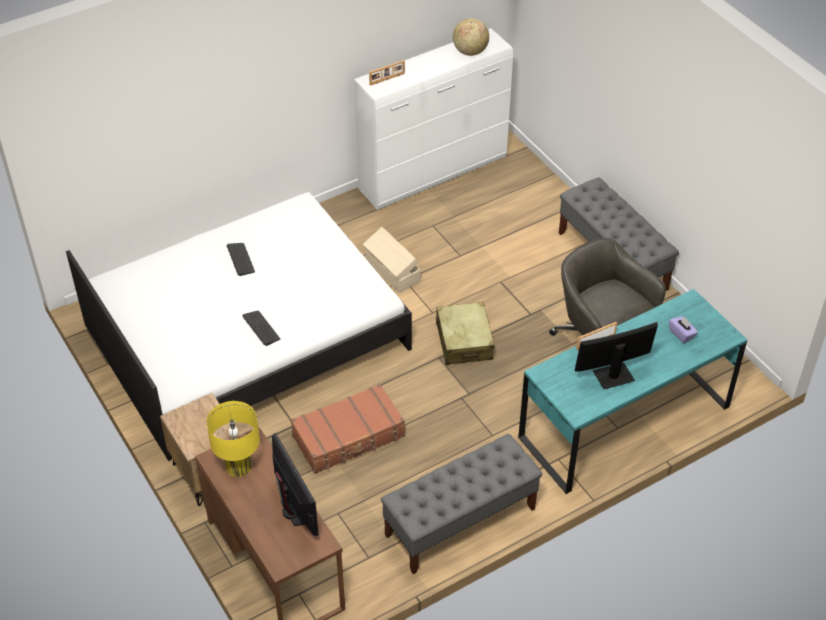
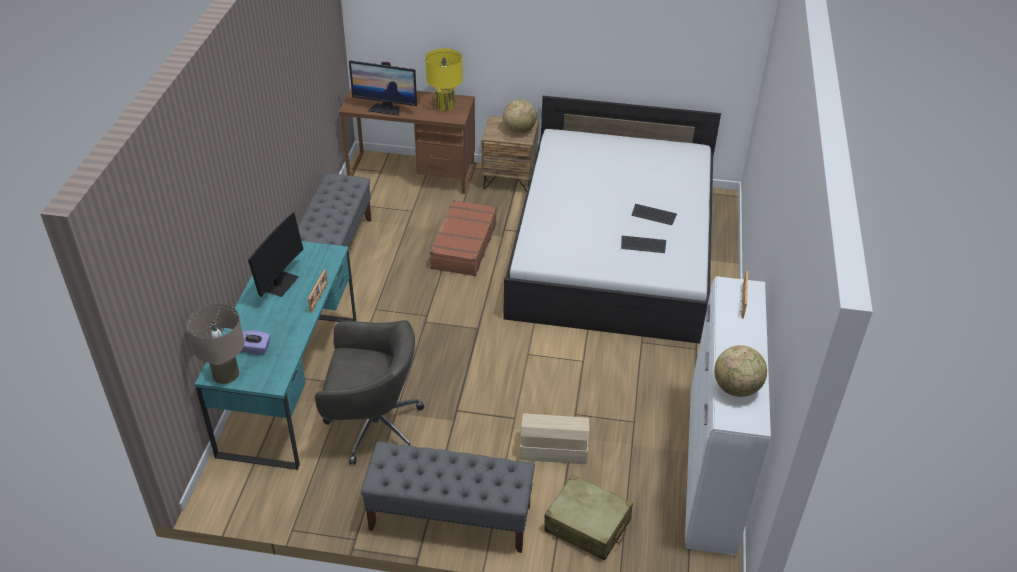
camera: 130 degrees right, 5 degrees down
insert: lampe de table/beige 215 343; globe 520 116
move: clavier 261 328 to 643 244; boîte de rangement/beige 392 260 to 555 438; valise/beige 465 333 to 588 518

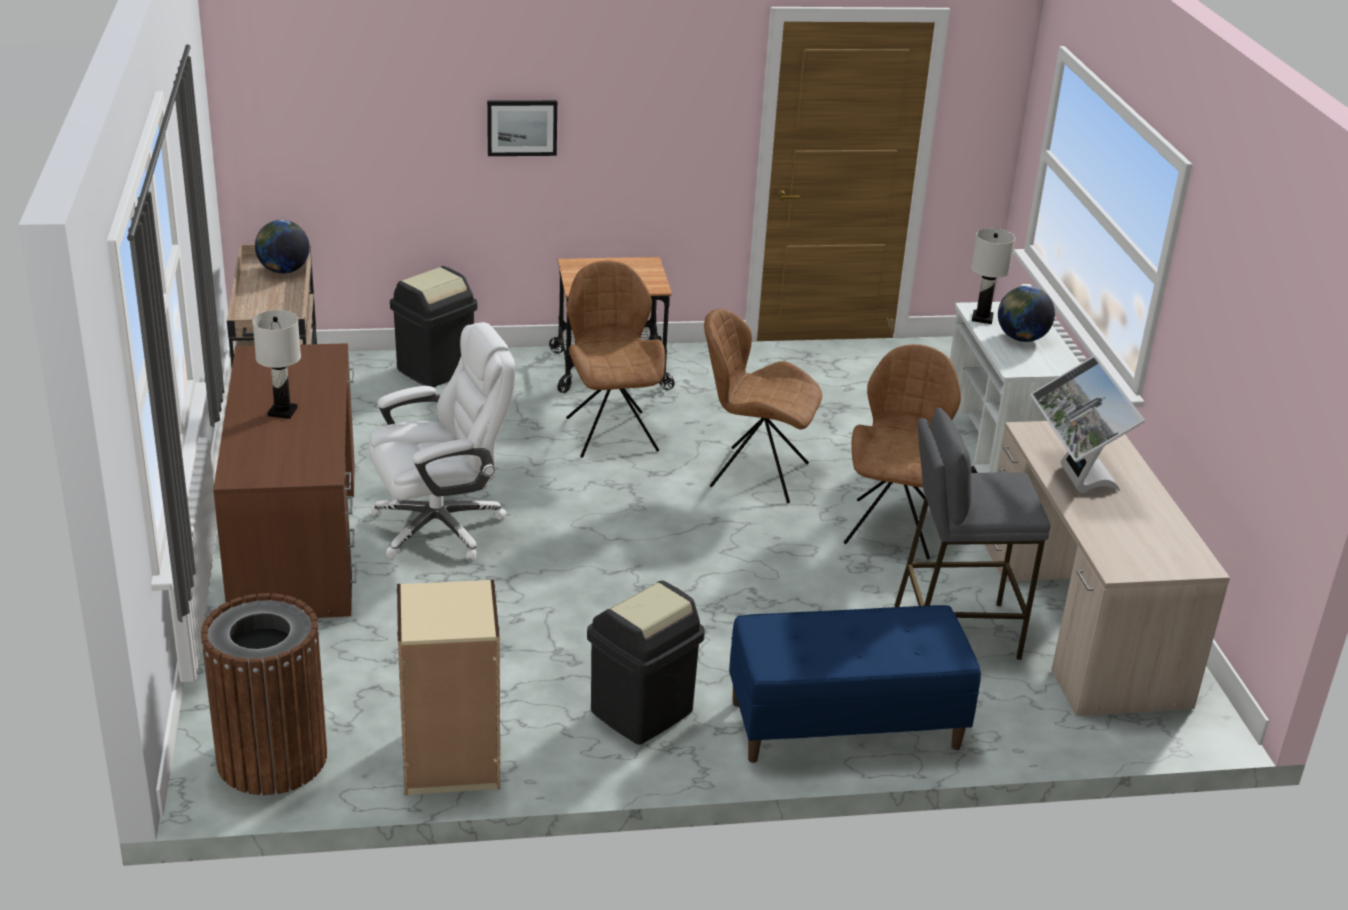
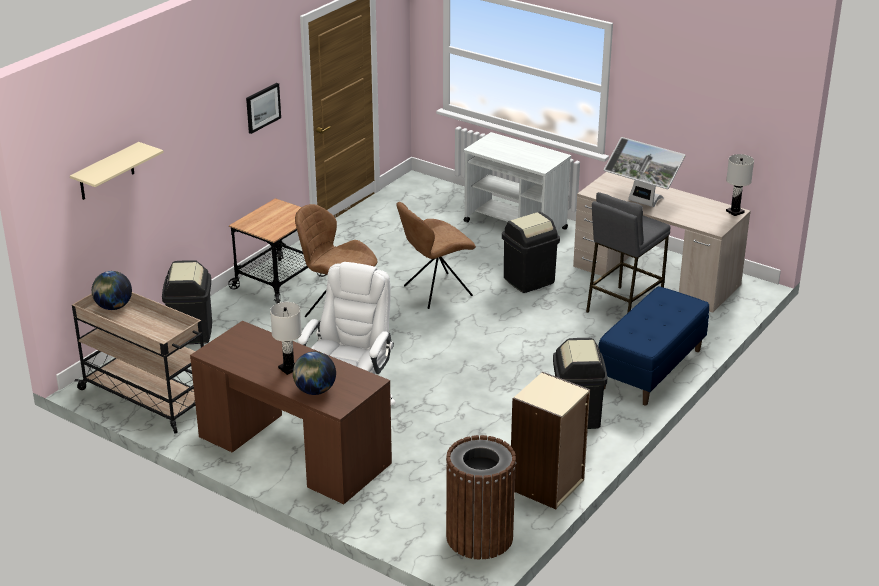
camera: 45 degrees left, 0 degrees up
insert: étagère/beige 117 171
move: tableau 522 128 to 263 108; lampe de table/blanc 993 276 to 740 185; globe 1026 314 to 314 373
replace: chaise/marron 902 451 to poubelle/noir 531 252

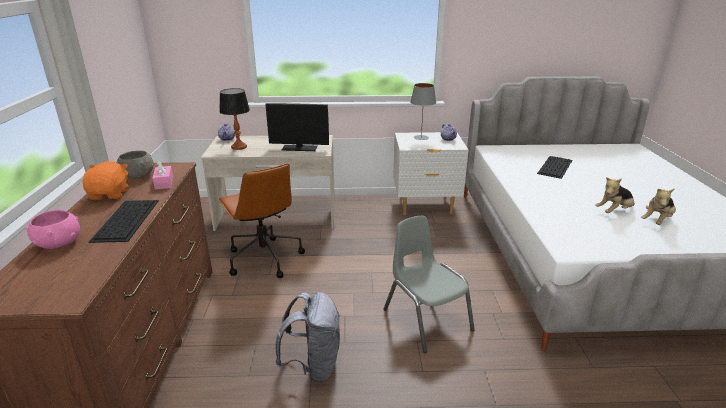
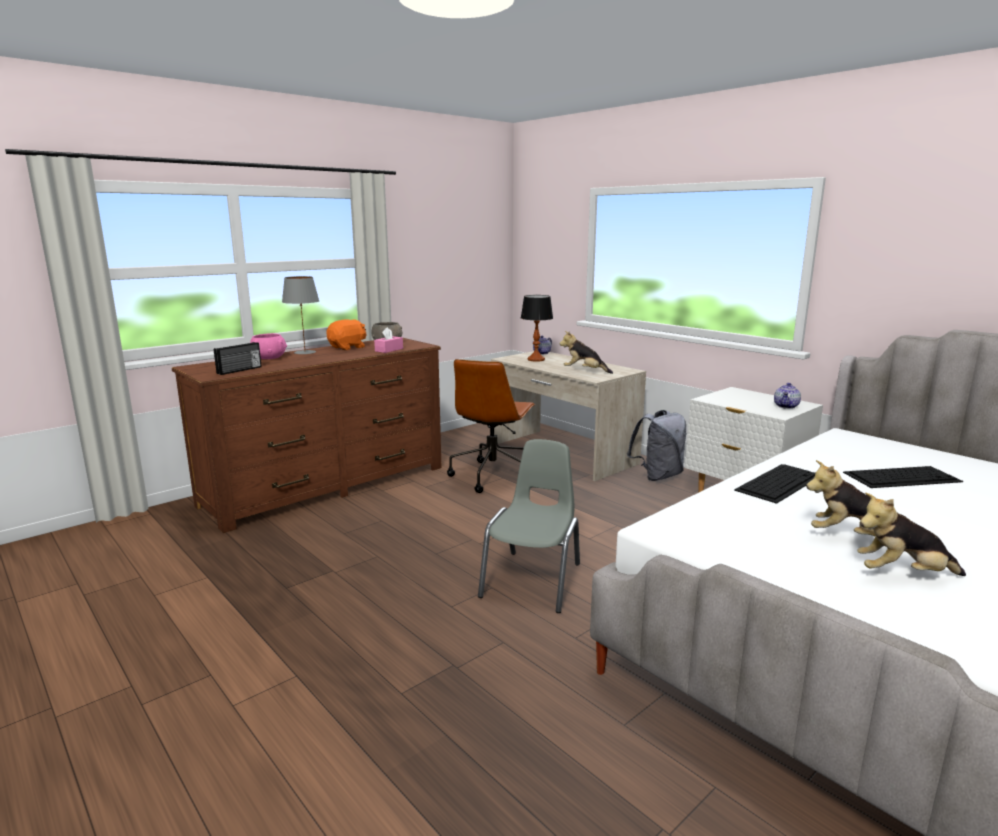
camera: 50 degrees right, 10 degrees down
insert: radio 238 358
move: clavier 124 221 to 774 484; sac à dos/gris 307 337 to 656 445; lampe de table/gris 423 111 to 300 315
replace: écran d'ordinateur 297 127 to peluche 586 352

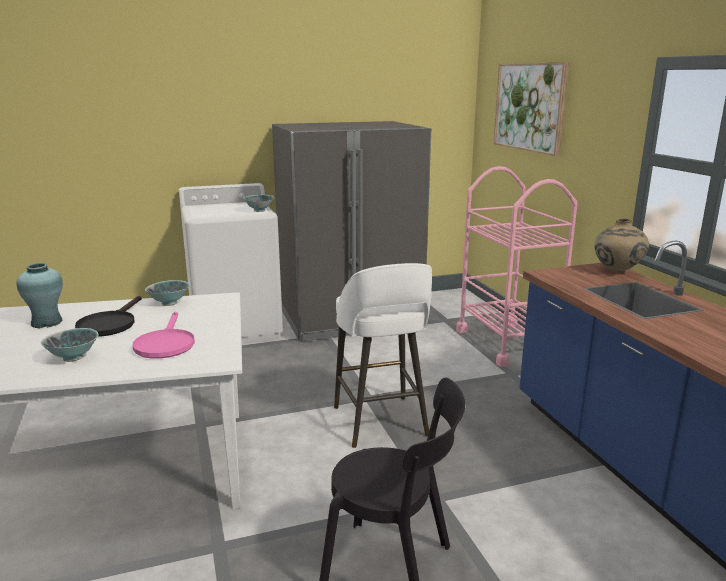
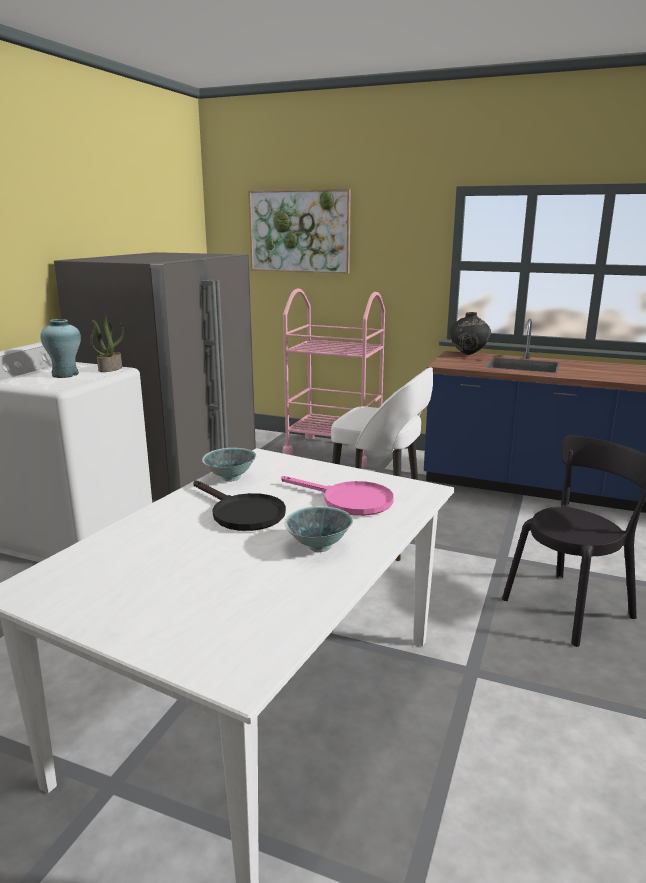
camera: 50 degrees left, 0 degrees up
move: vase/turquoise 39 295 to 60 348
replace: bol 258 203 to plante en pot 107 344
recolor: vase/beige 621 245 to vase/noir 470 333

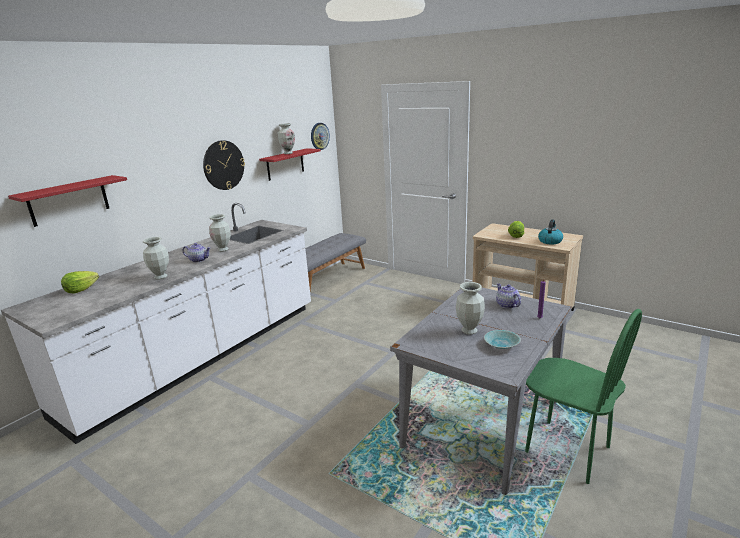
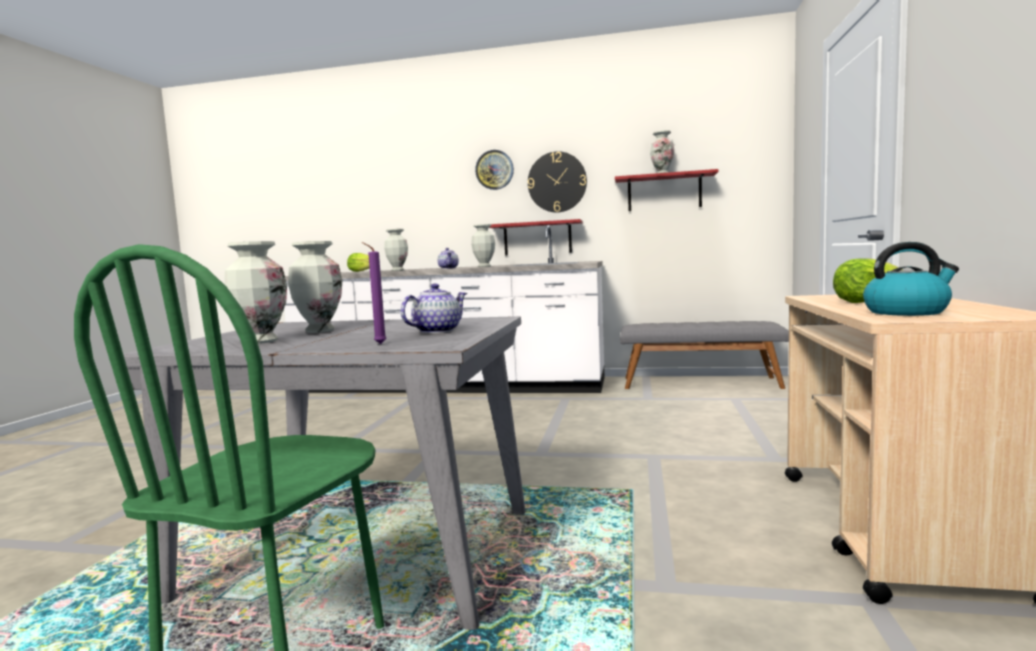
camera: 65 degrees right, 15 degrees down
move: étagère/rouge 67 201 to 536 237; horloge murale 320 136 to 494 170
replace: bol/turquoise 502 339 to vase 255 292

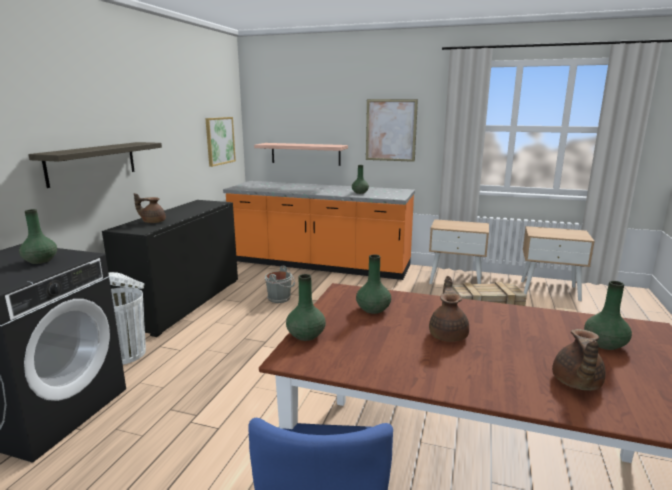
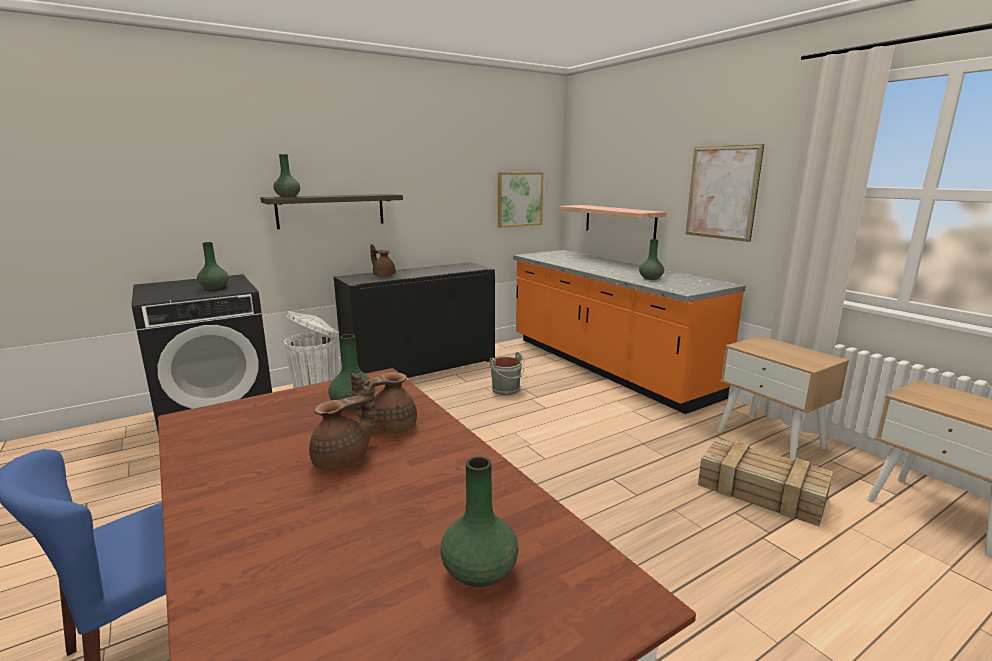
camera: 40 degrees right, 0 degrees up
move: vase/vert 306 307 to 286 175; théière/marron 579 360 to 384 403

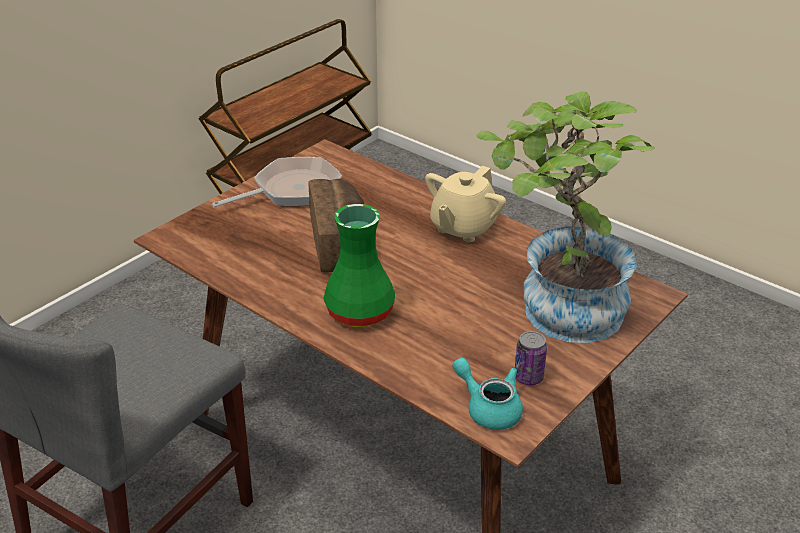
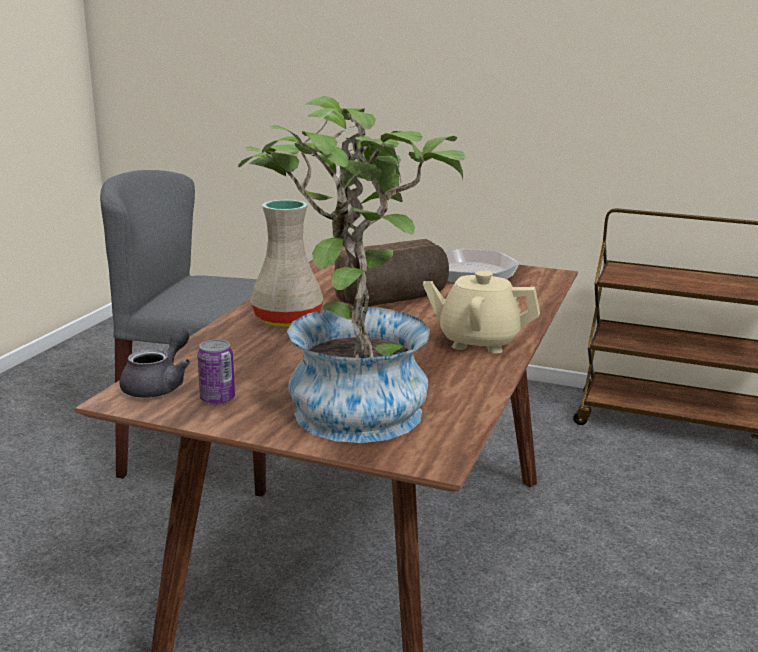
camera: 70 degrees right, 15 degrees down
recolor: vase/vert 359 265 to vase/beige 287 263; théière/turquoise 487 394 to théière/gris 155 363

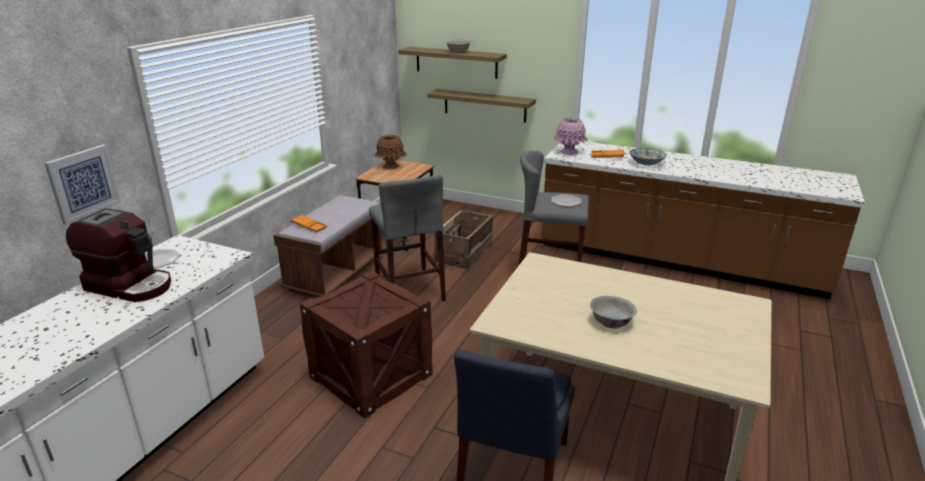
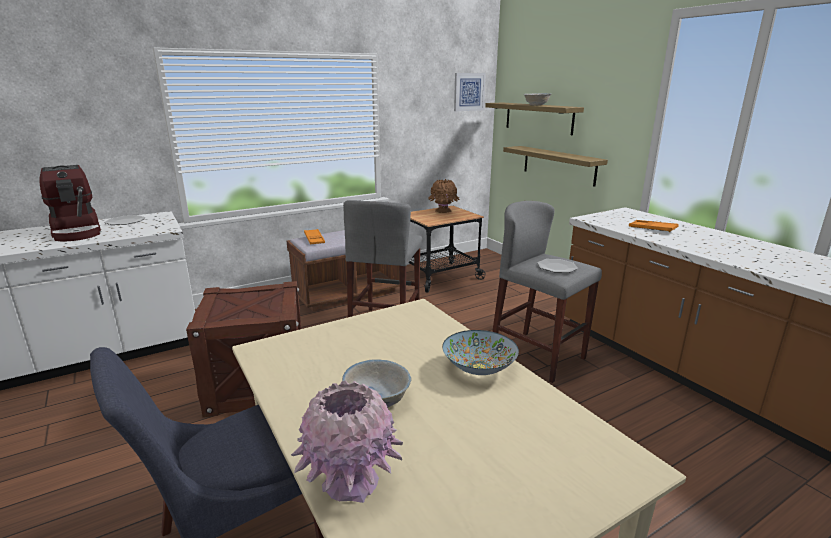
camera: 35 degrees right, 5 degrees down
delete: caisse 463 239
move: tableau 82 185 to 470 92; vase/rose 570 136 to 347 442; bol 648 157 to 480 352

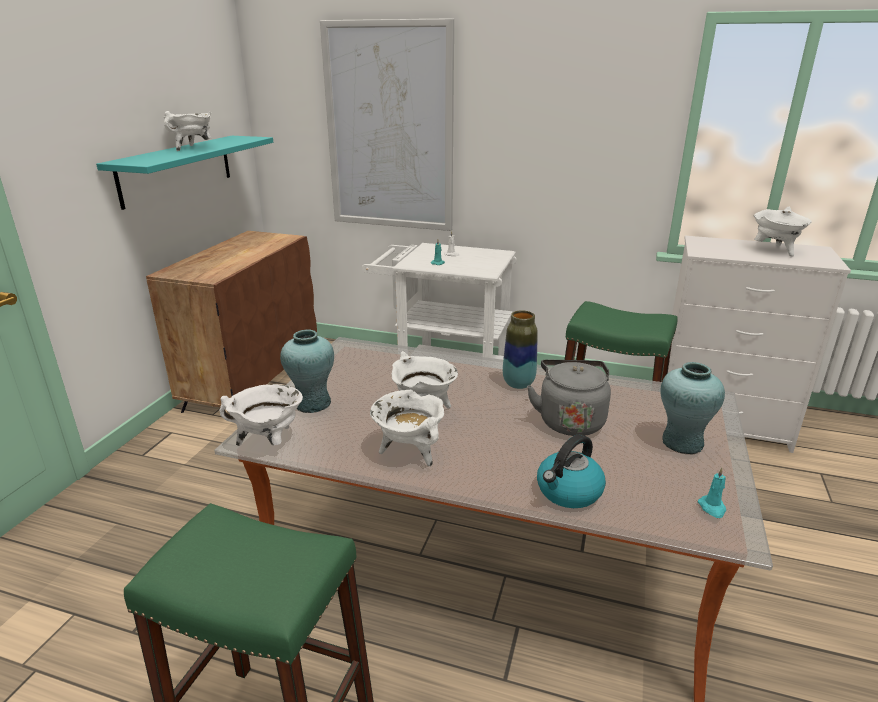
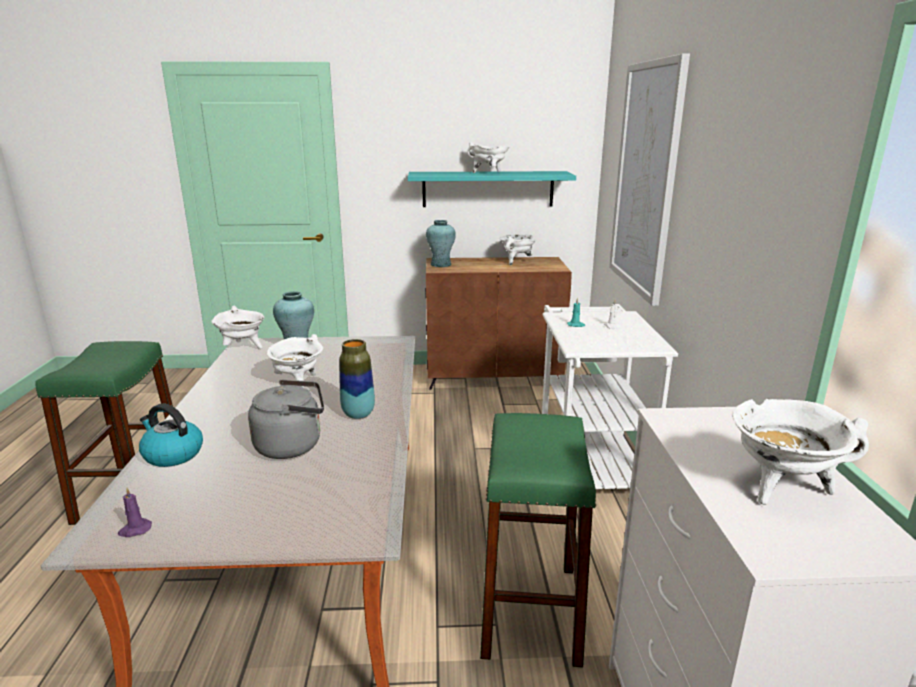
camera: 70 degrees right, 5 degrees down
move: marmite/blanc 407 428 to 518 250; vase/turquoise 692 408 to 441 243
recolor: bougie/turquoise 712 493 to bougie/violet 135 512

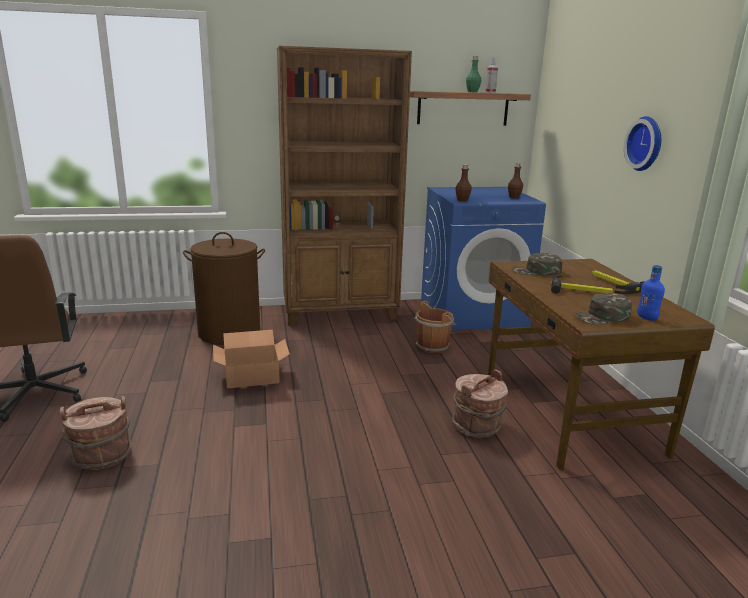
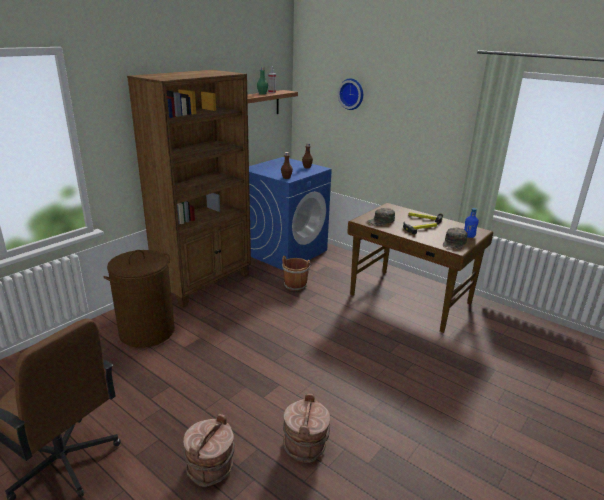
camera: 40 degrees left, 5 degrees up
delete: carton 251 359
move: seau/marron 480 403 to 306 428; horloge murale 642 143 to 350 94

